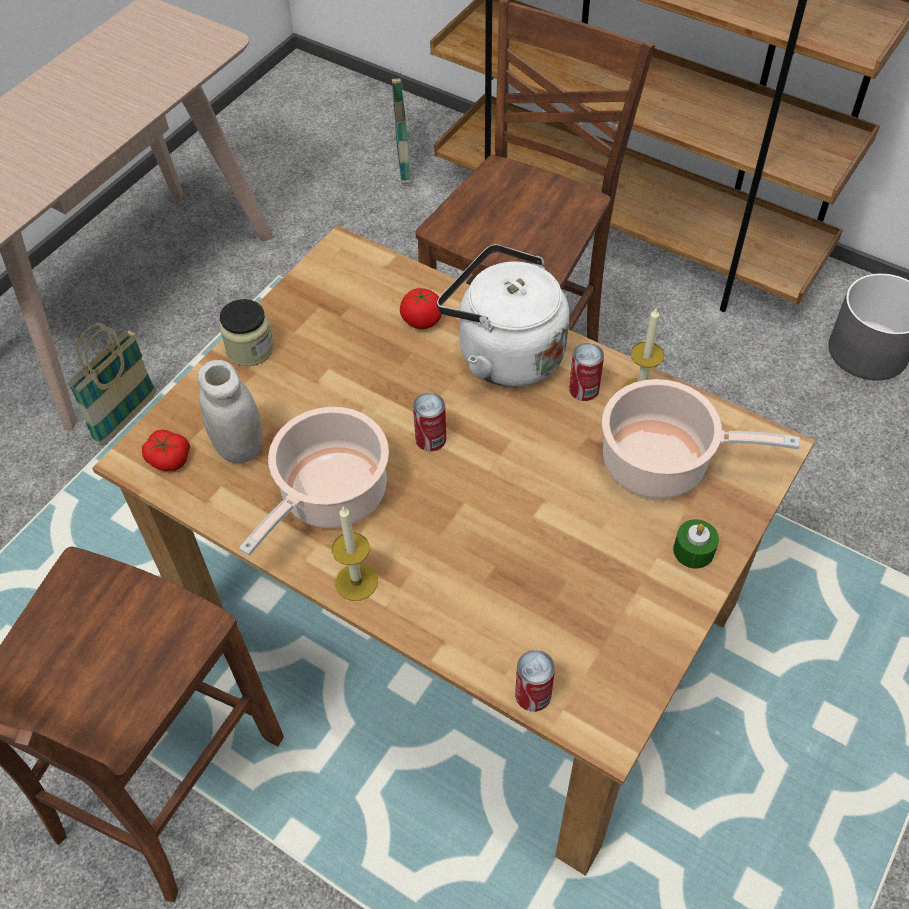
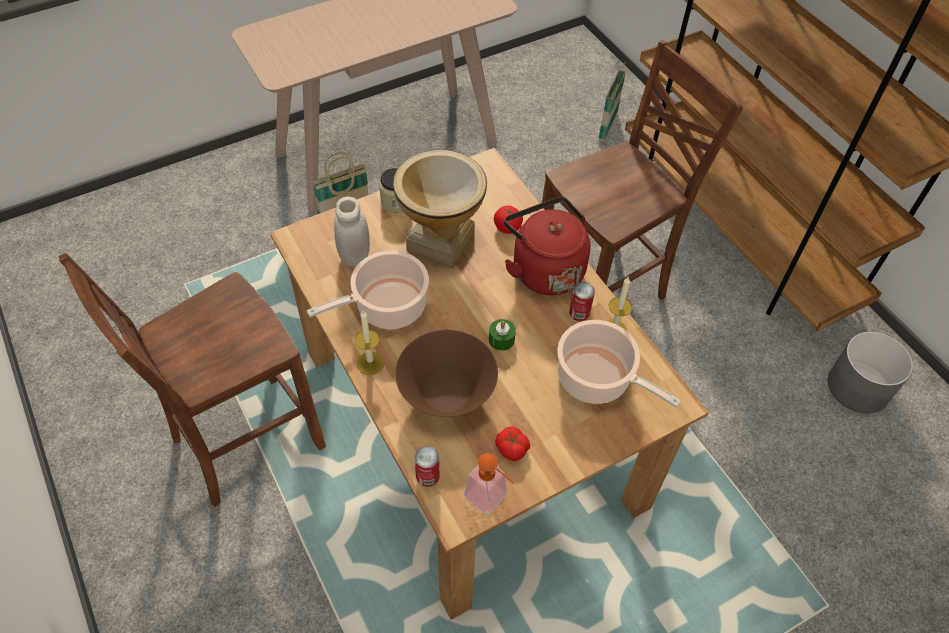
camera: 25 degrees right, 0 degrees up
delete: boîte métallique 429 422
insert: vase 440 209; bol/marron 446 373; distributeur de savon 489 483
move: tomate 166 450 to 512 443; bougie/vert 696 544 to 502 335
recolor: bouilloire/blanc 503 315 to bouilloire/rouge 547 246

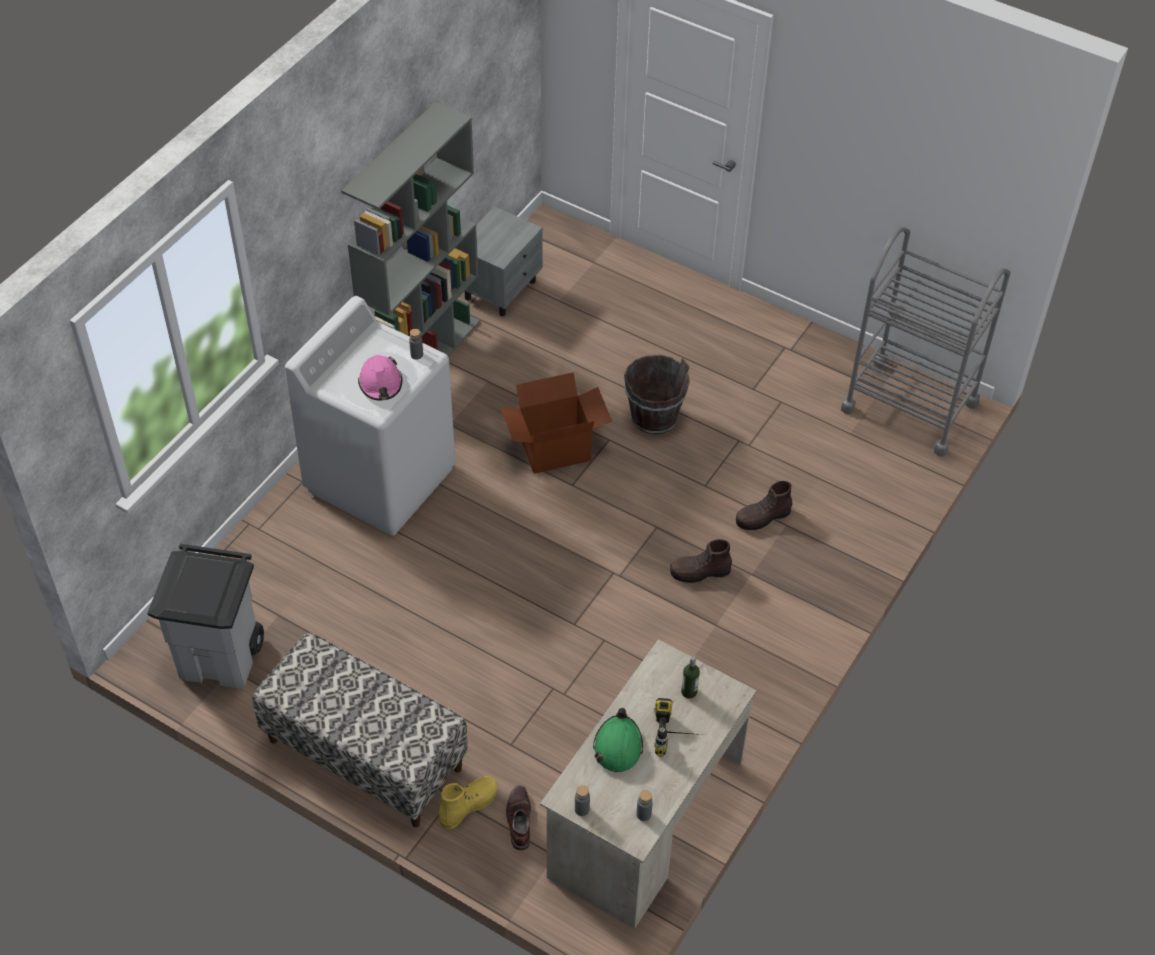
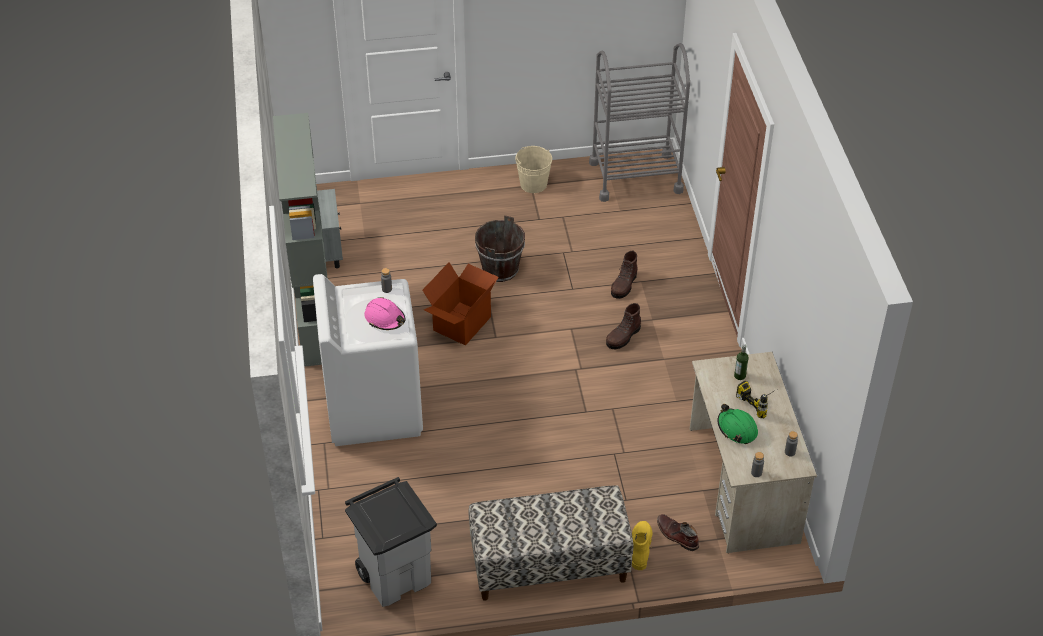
camera: 40 degrees left, 5 degrees down
insert: seau/beige 533 169

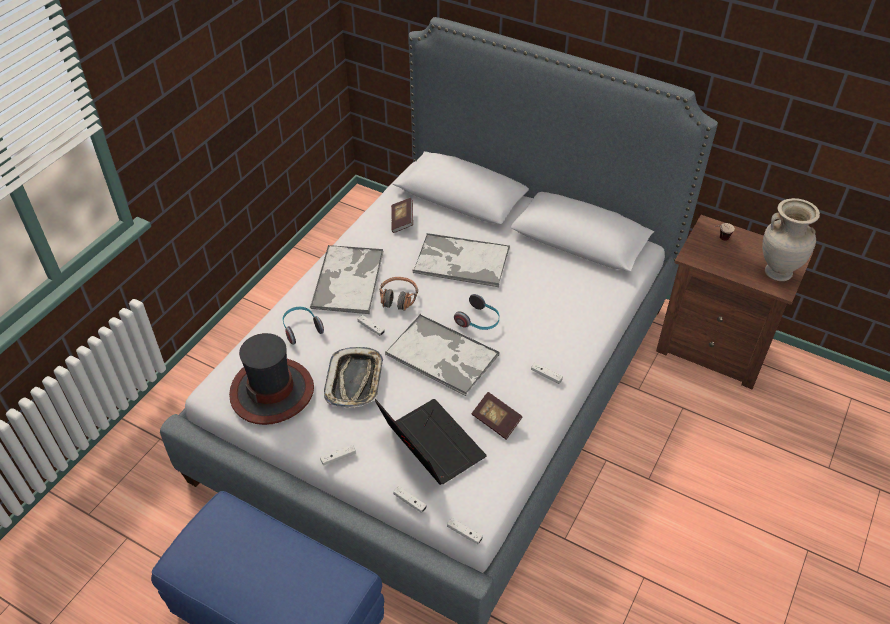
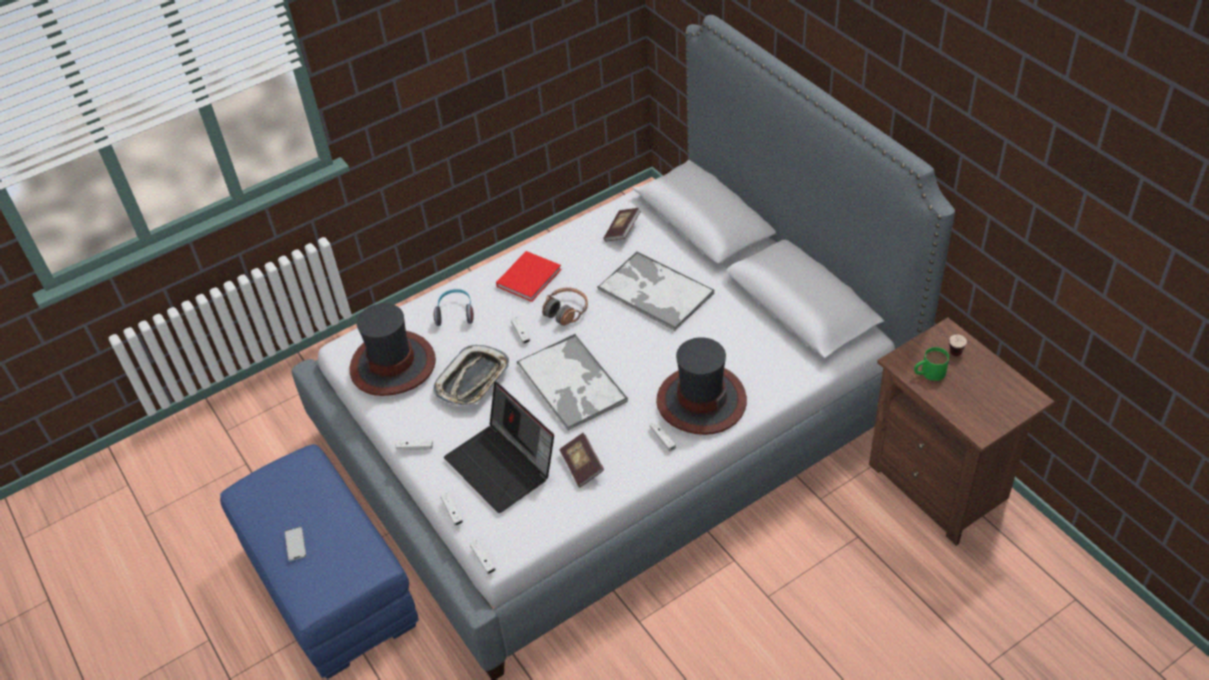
camera: 30 degrees right, 0 degrees up
delete: casque audio 477 312; vase/beige 791 239
insert: téléphone 295 544; chapeau 701 386; mug/vert 931 364
replace: plateau 347 279 to livre/rouge 529 276
rotate: ordinateur portable 431 442 = 499 447 150 degrees clockwise

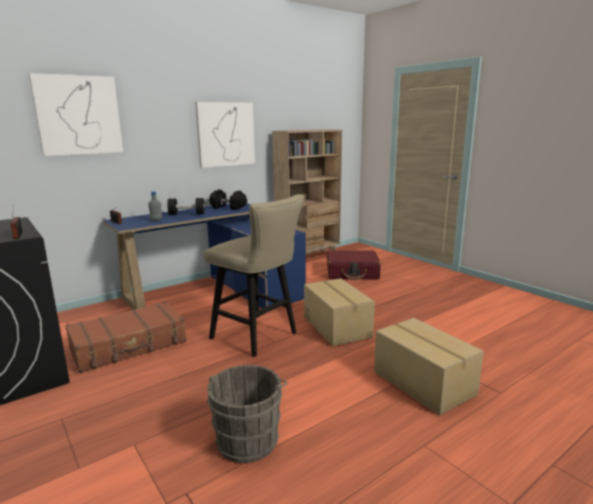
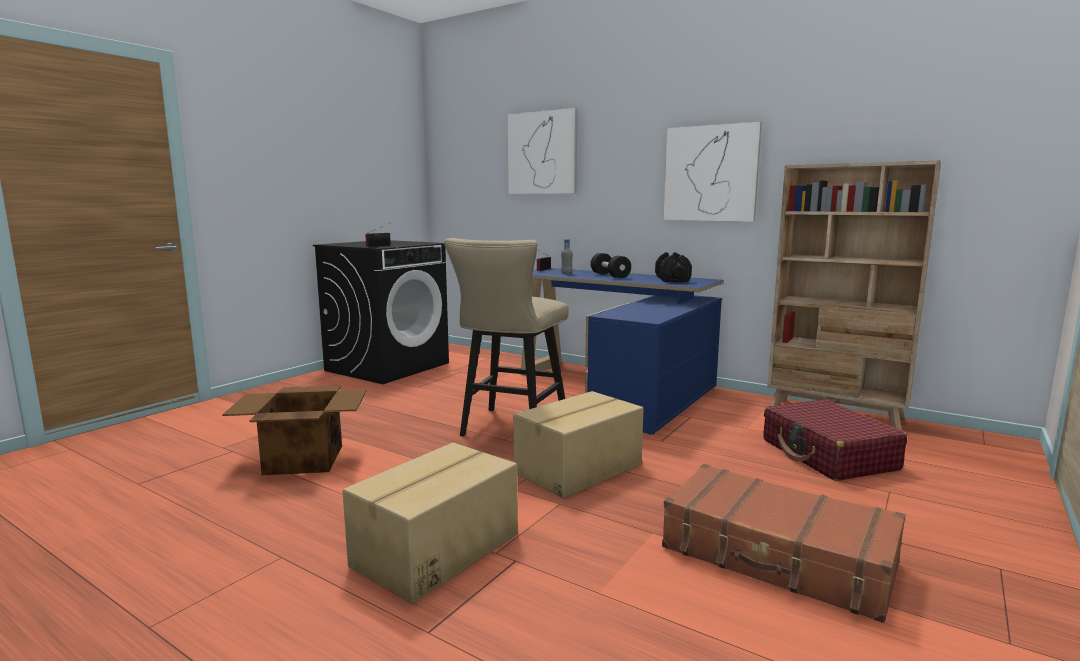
camera: 70 degrees right, 5 degrees down
move: valise/marron 125 337 to 784 543
replace: seau/gris 247 414 to carton 294 430

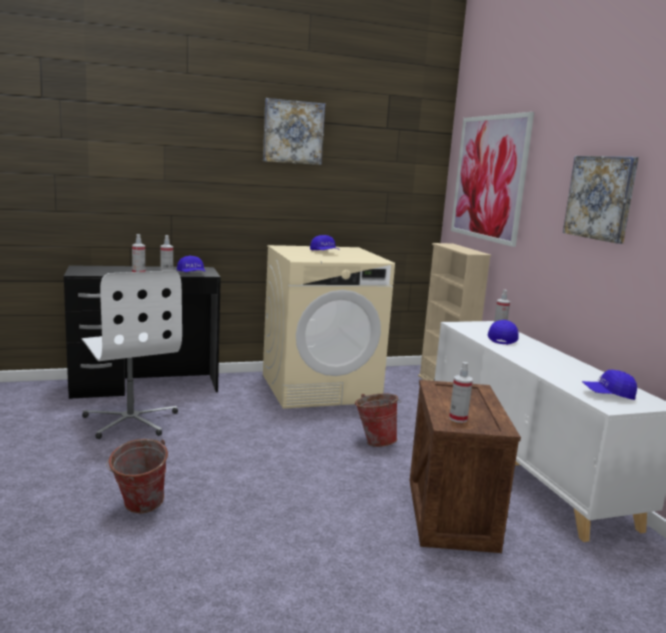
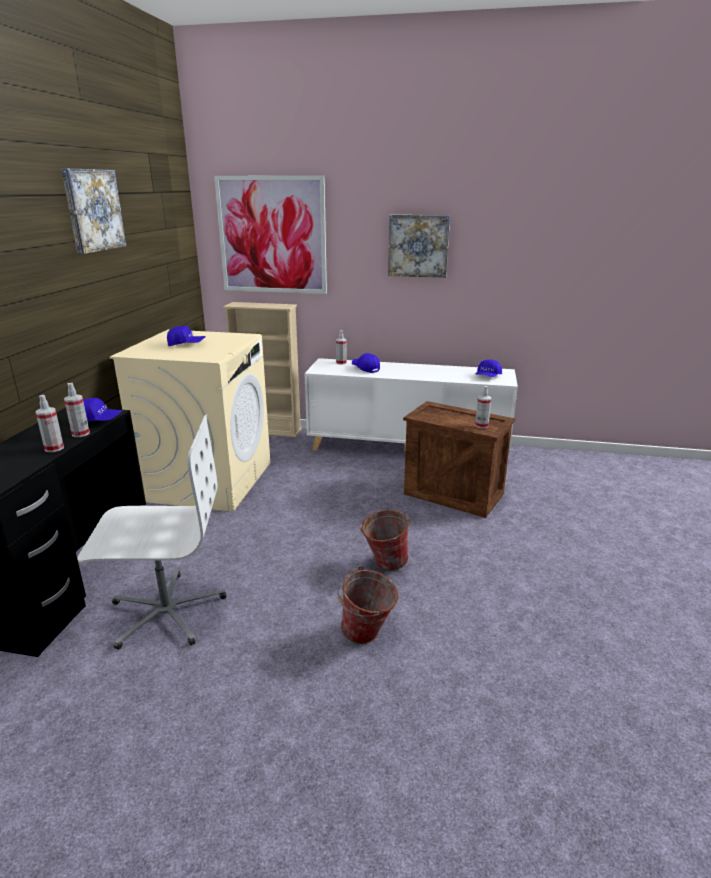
camera: 60 degrees left, 10 degrees up
move: seau 378 420 to 385 540

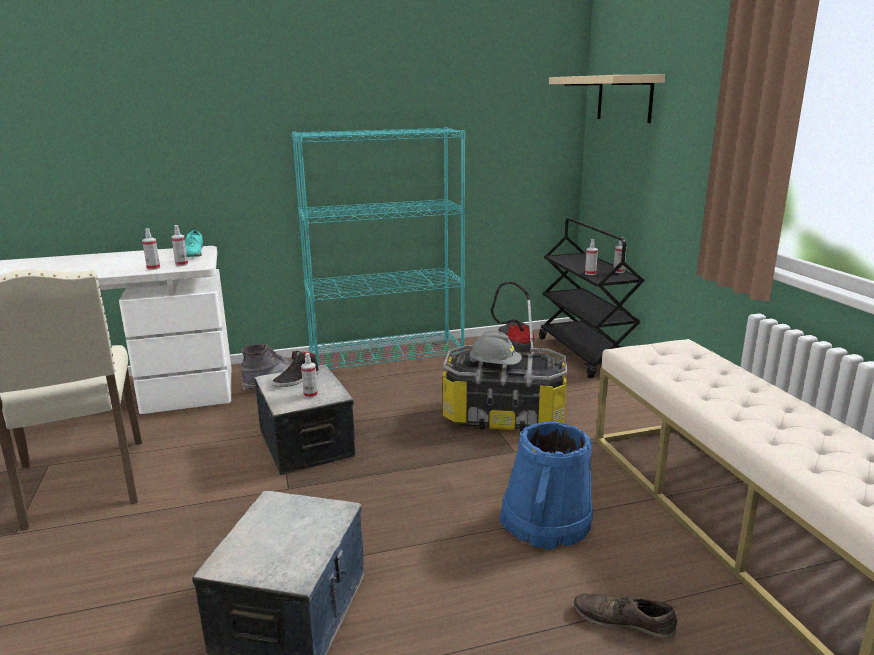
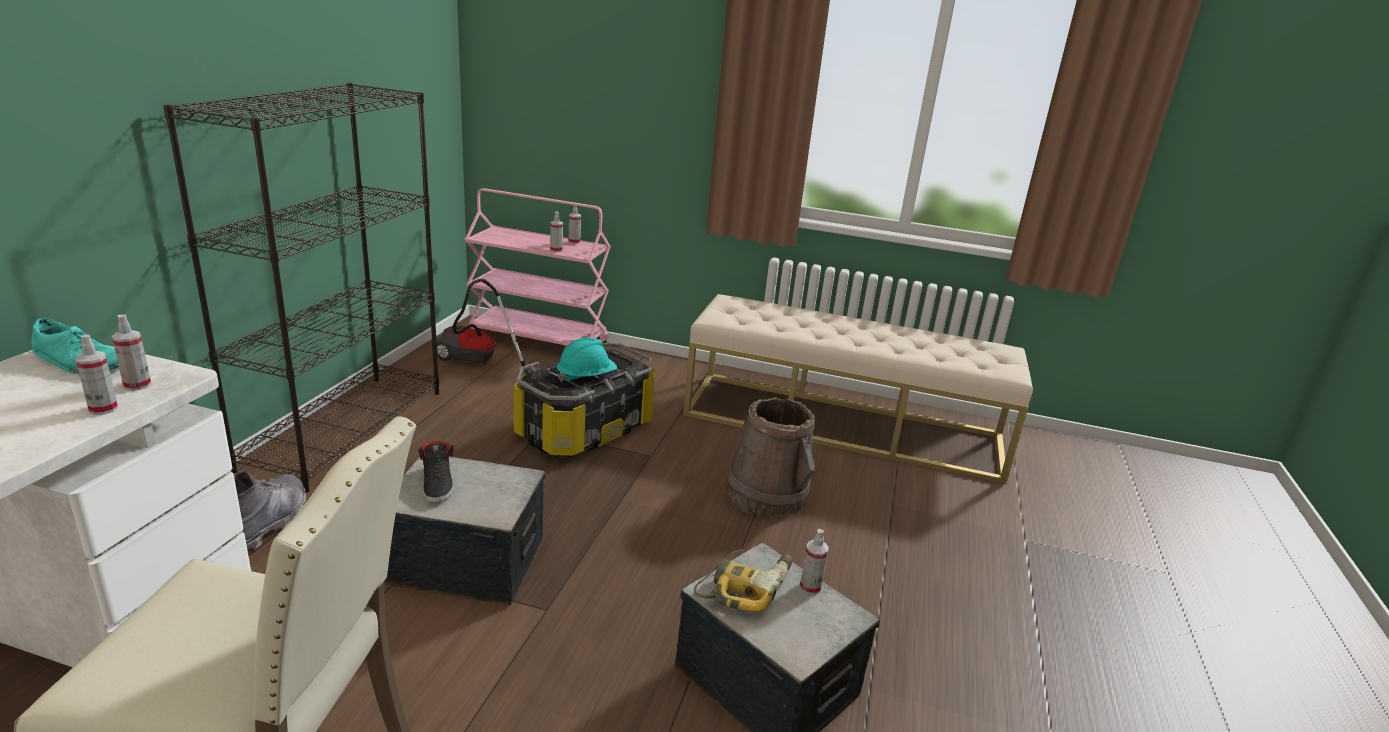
camera: 60 degrees left, 5 degrees up
delete: étagère/beige 607 98; chaussure/marron 625 615
insert: perceuse 743 580
move: vaporisateur 309 375 to 814 562
recolor: bibliothèque/turquoise 378 248 to bibliothèque/noir 301 287; casque de chantier/gris 495 348 to casque de chantier/turquoise 587 360; seau/bleu 546 485 to seau/marron 769 456; chariot/noir 592 298 to chariot/rose 538 267

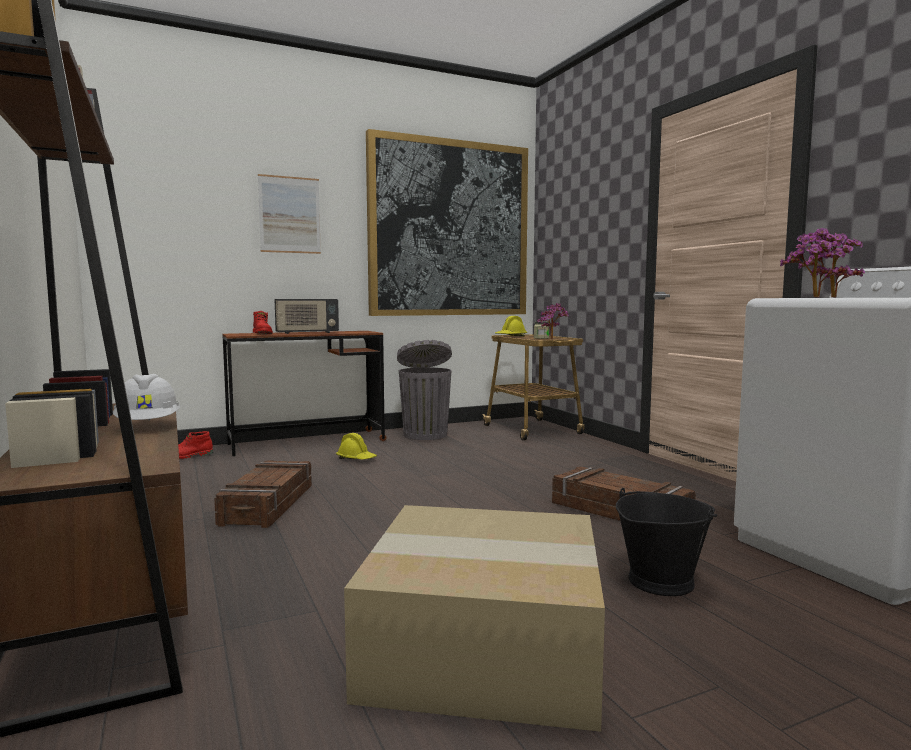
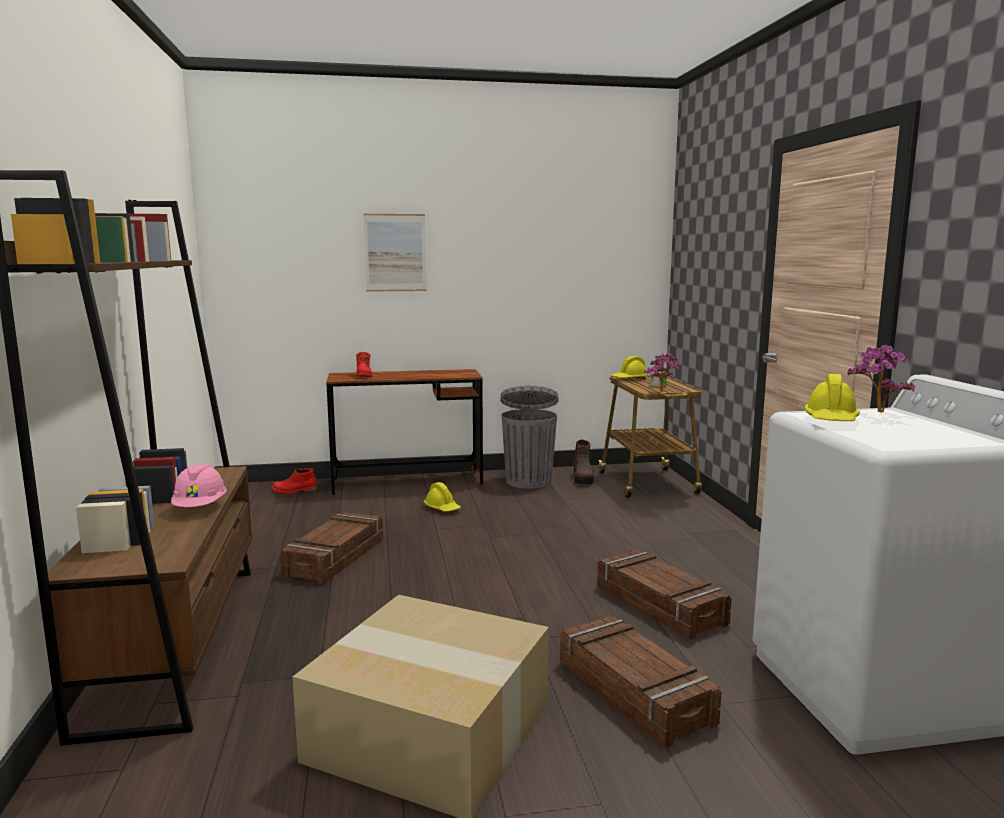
camera: 15 degrees right, 5 degrees up
delete: radio 306 316; tableau 447 222
insert: botte/marron 583 462
replace: seau/noir 666 542 to caisse 641 681; plante en pot 815 262 to casque de chantier/jaune 832 397
recolor: casque de chantier/blanc 146 397 to casque de chantier/rose 199 485

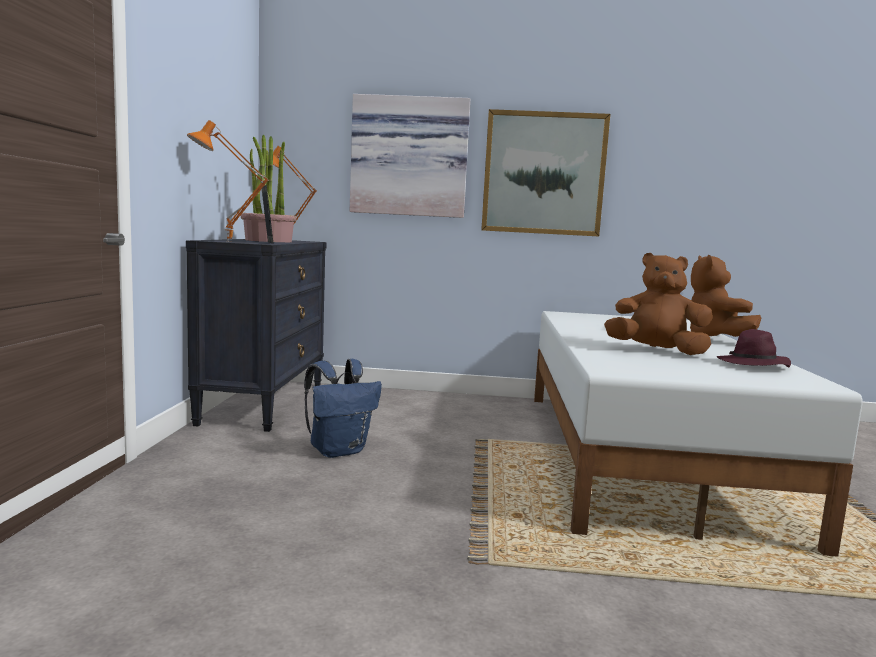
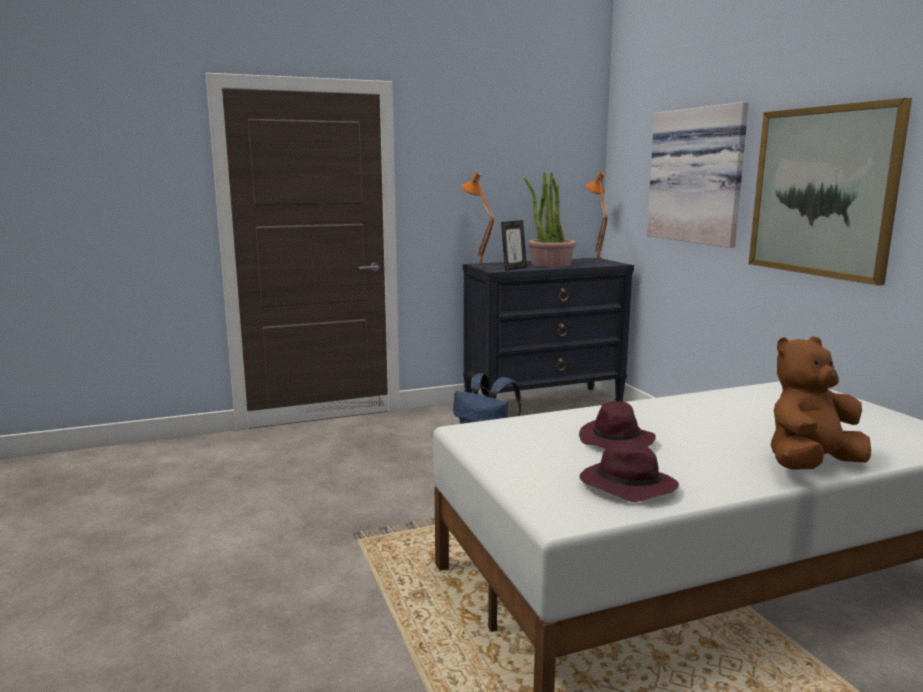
camera: 65 degrees right, 5 degrees up
replace: peluche/marron 658 304 to chapeau/violet 617 425

